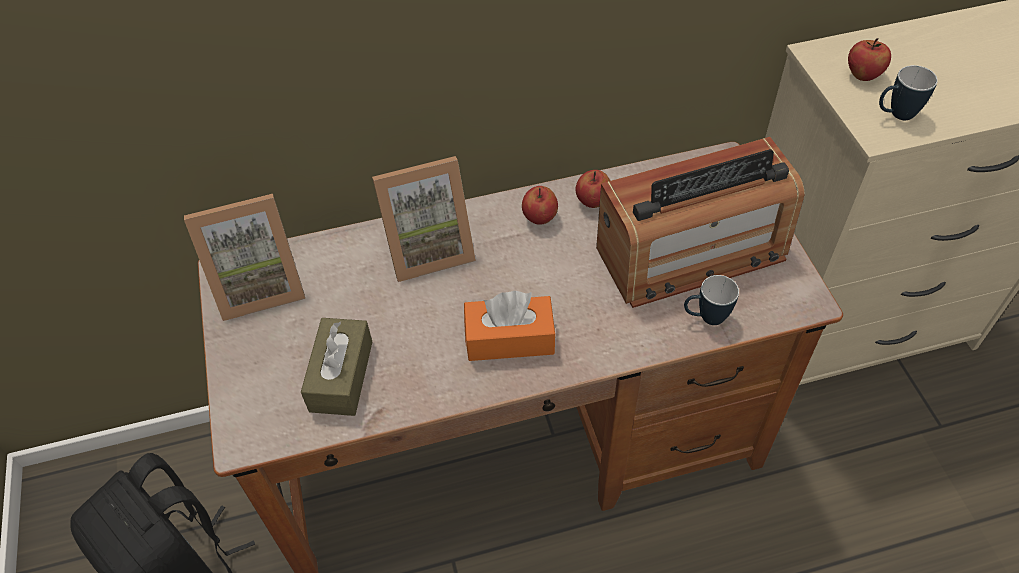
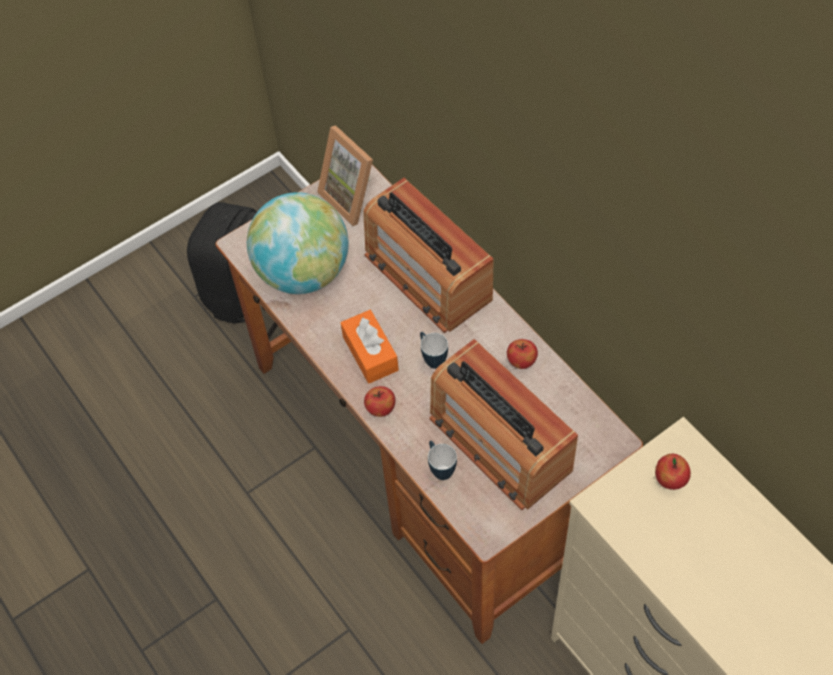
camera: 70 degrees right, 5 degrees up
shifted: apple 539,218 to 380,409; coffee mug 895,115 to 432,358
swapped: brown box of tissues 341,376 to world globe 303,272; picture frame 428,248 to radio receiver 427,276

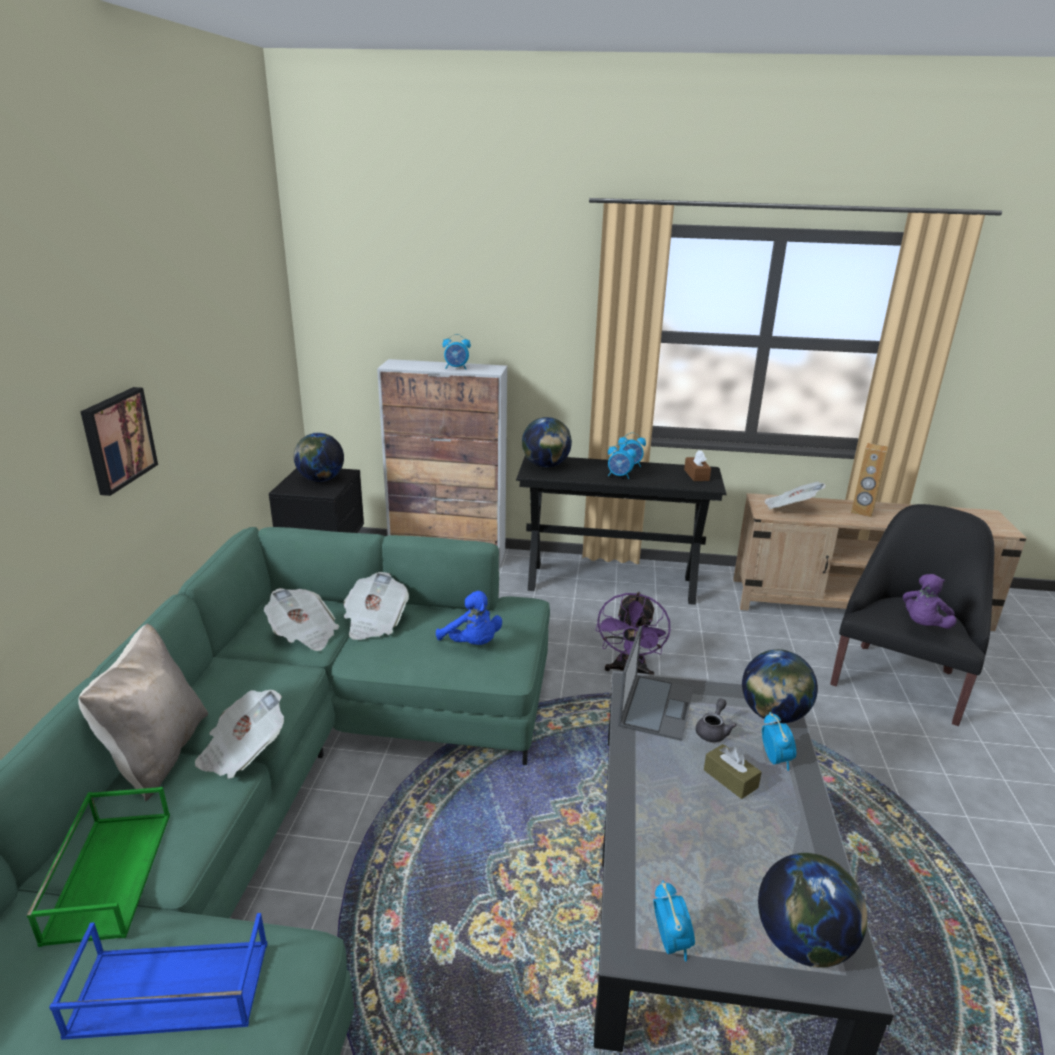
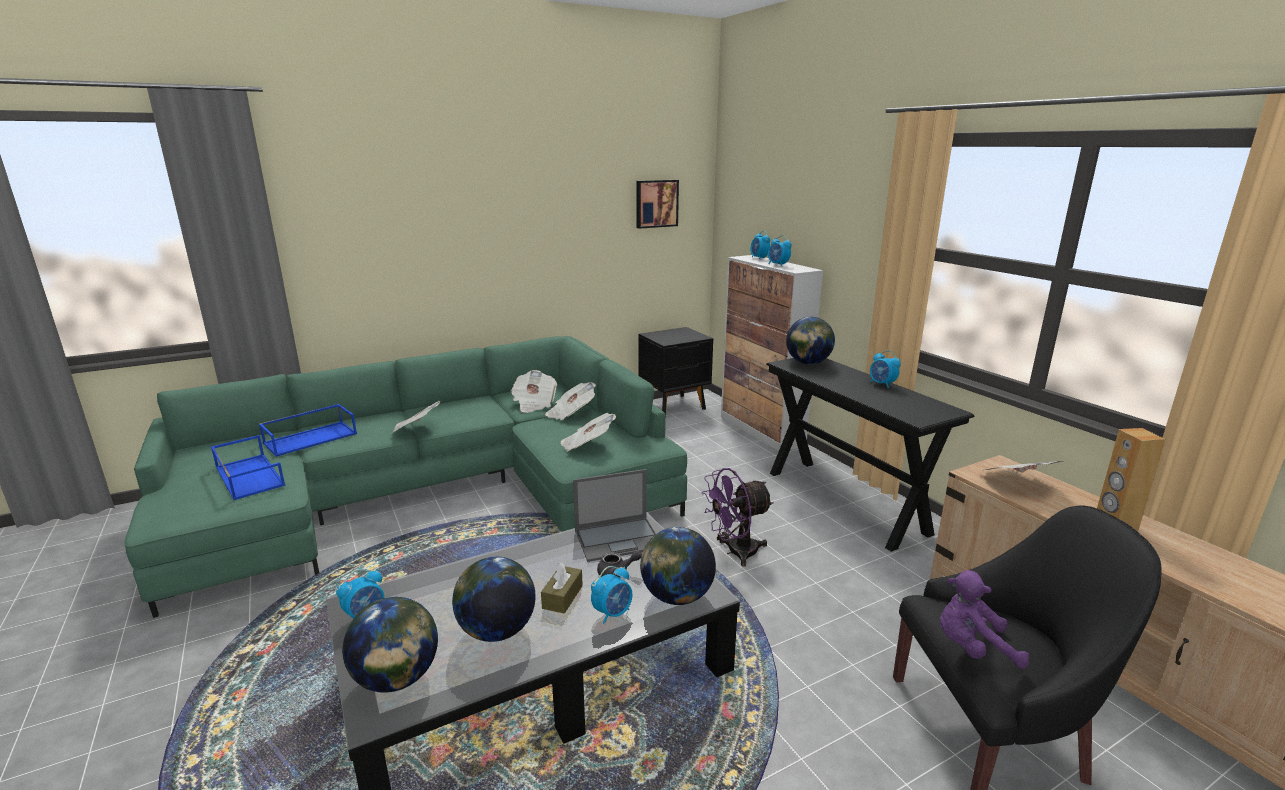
camera: 55 degrees right, 5 degrees down
gone: beige-coloured throw pillow 157,753; brown box of tissues 696,475
shifted: wall picture 117,439 to 656,203; world globe 321,480 to 497,631; alarm clock 619,476 to 759,258
swapped: bluish plush toy 472,644 to daily paper 587,445
repainted: greenish tray 108,873 to bluish tray 311,438

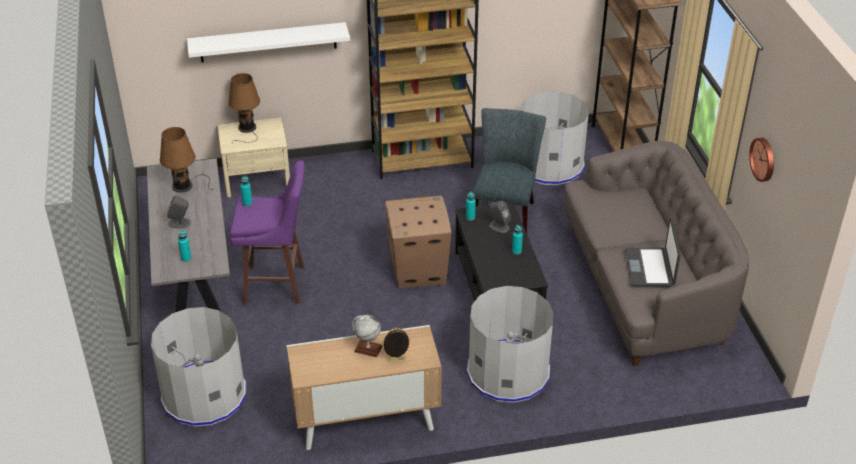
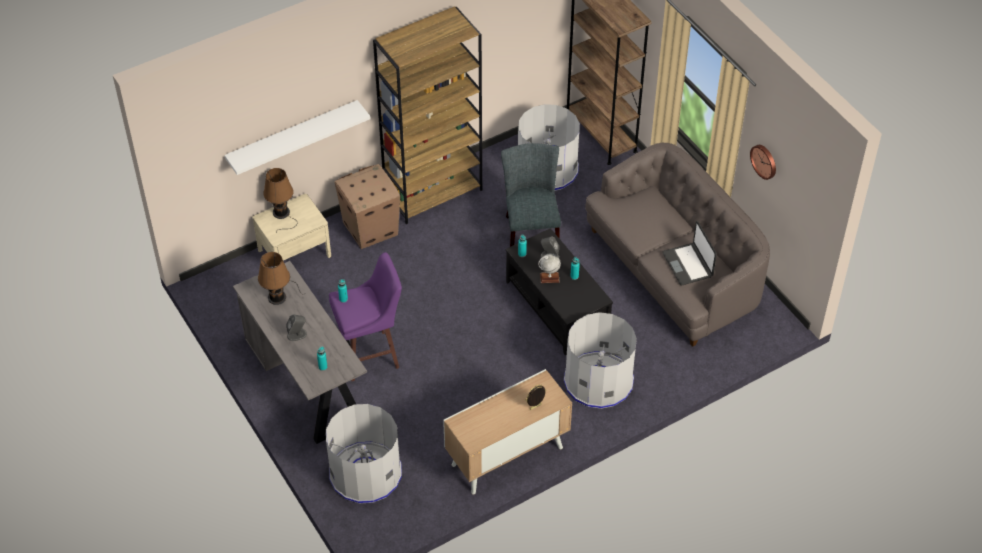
camera: 20 degrees left, 10 degrees up
shifted: world globe 368,349 to 549,278; packing box 417,270 to 369,229

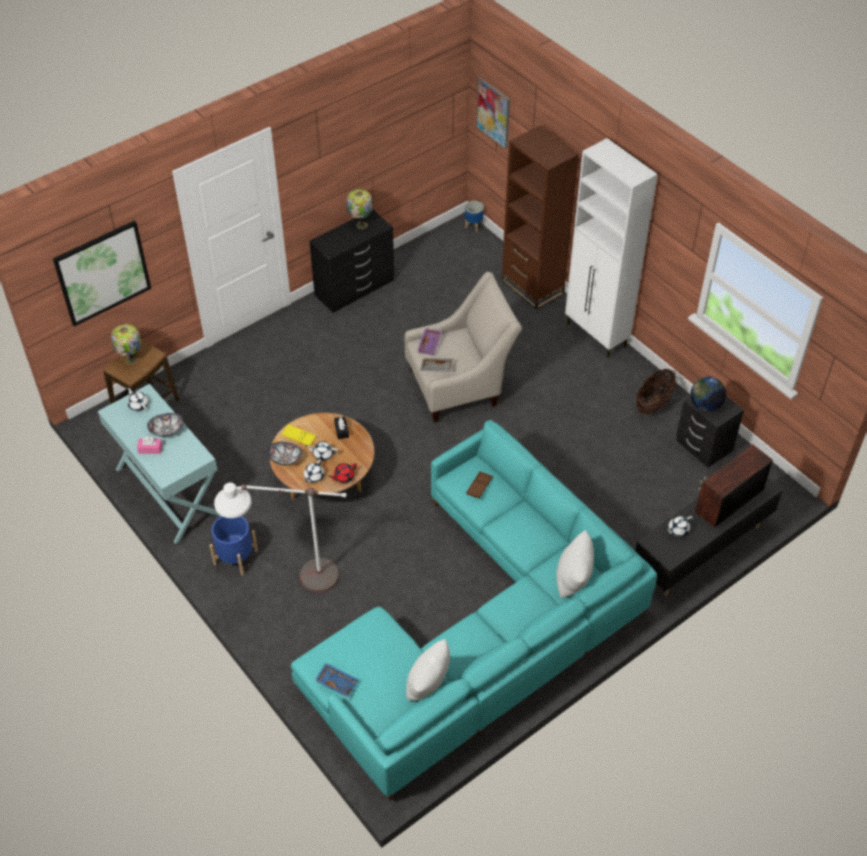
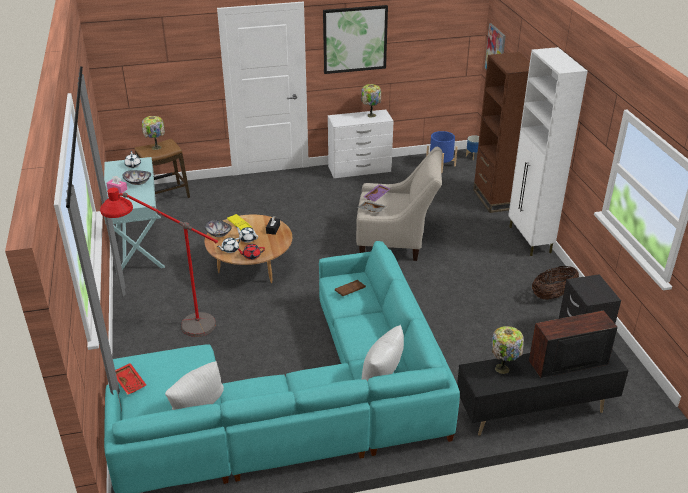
camera: 25 degrees right, 15 degrees down
gone: world globe 705,405
shifted: wall picture 102,273 to 355,39; bluish flower pot 236,557 to 440,165
swapped: white-coloured tea pot 677,530 to table lamp 503,368
repainted: white-coloured standing lamp 292,584 to red standing lamp 174,324; black-coloured dresser 355,288 to white-coloured dresser 360,169; bluish tray 337,682 to red tray 130,382

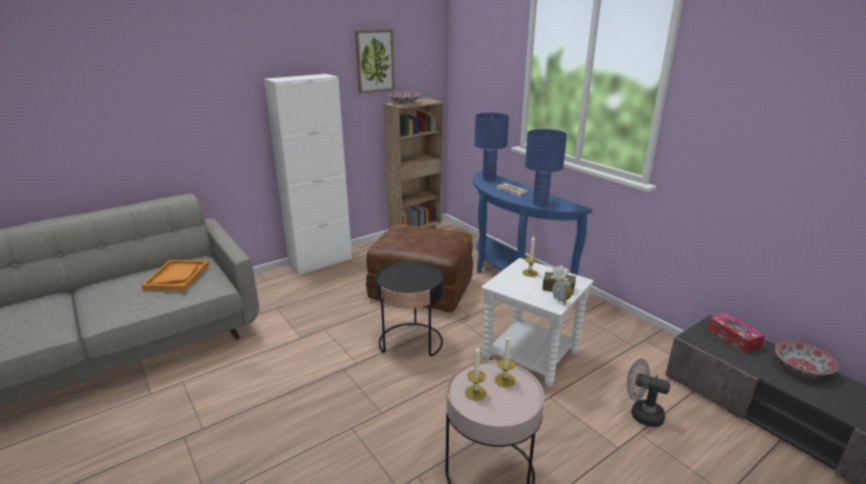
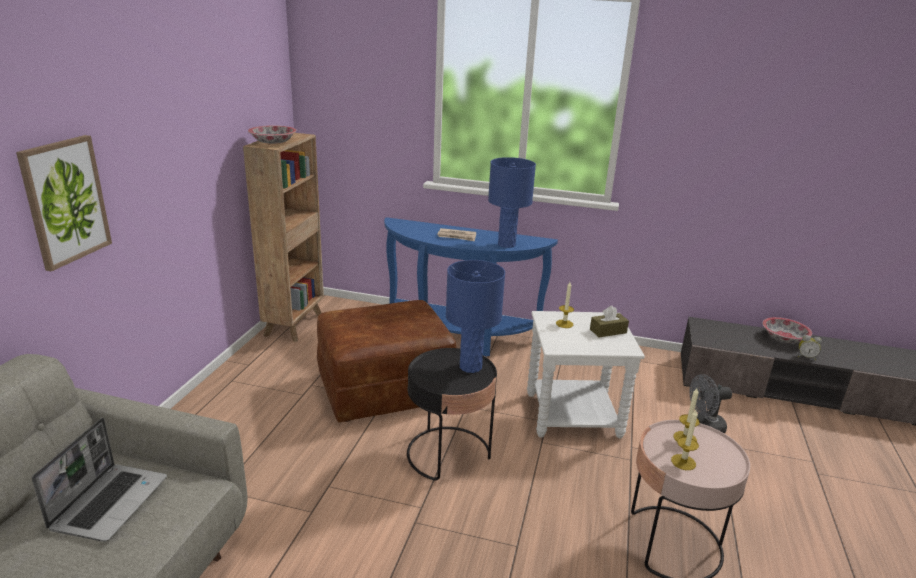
camera: 40 degrees left, 0 degrees up
gone: white-coloured cabinet 320,262; box of tissues 733,338
shifted: wall picture 374,61 to 65,201; bluish table lamp 489,178 to 470,366; alarm clock 561,301 to 806,357
swapped: orange-coloured tray 177,276 to laptop 110,502

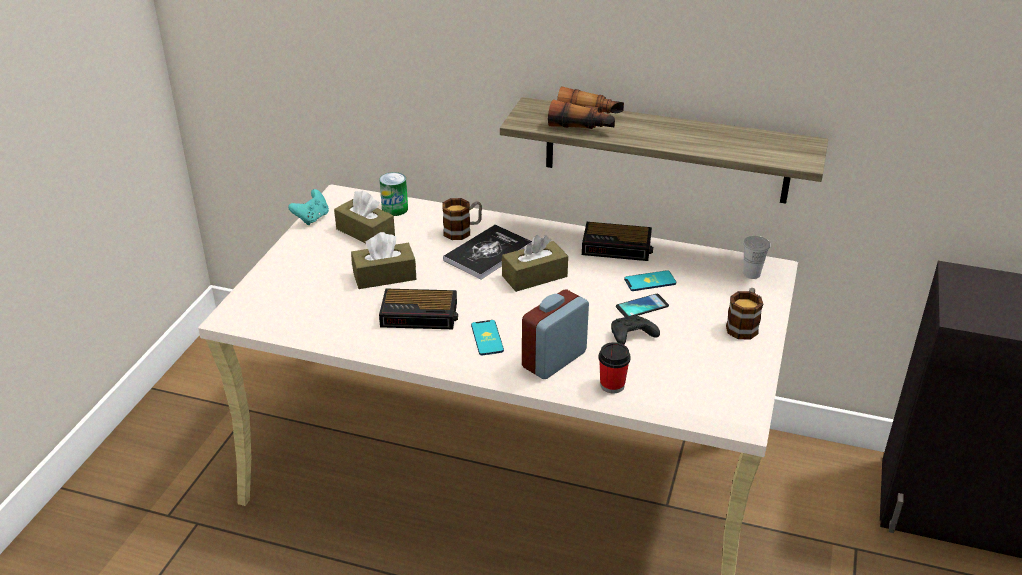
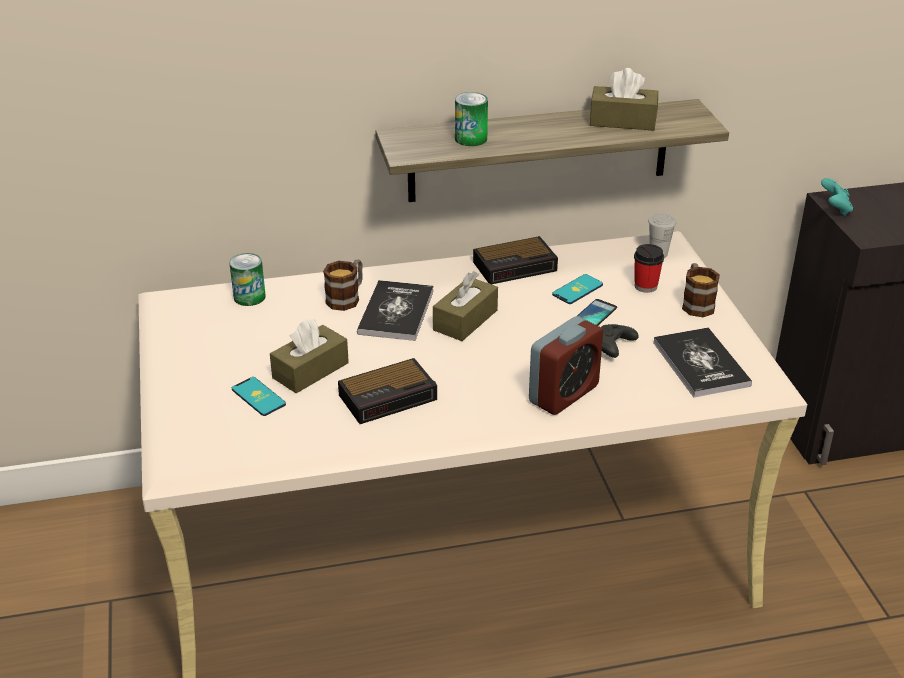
camera: 30 degrees left, 0 degrees up
new: bound book 701,364
shifted: turquoise-coloured game controller 312,218 to 835,209; brown box of tissues 365,232 to 622,121; telephone 487,338 to 258,397; drinking cup 612,385 to 645,286
swapped: pair of binoculars 586,122 to sealed can 471,139
rotated: alarm clock 554,360 = 563,394 150 degrees counterclockwise

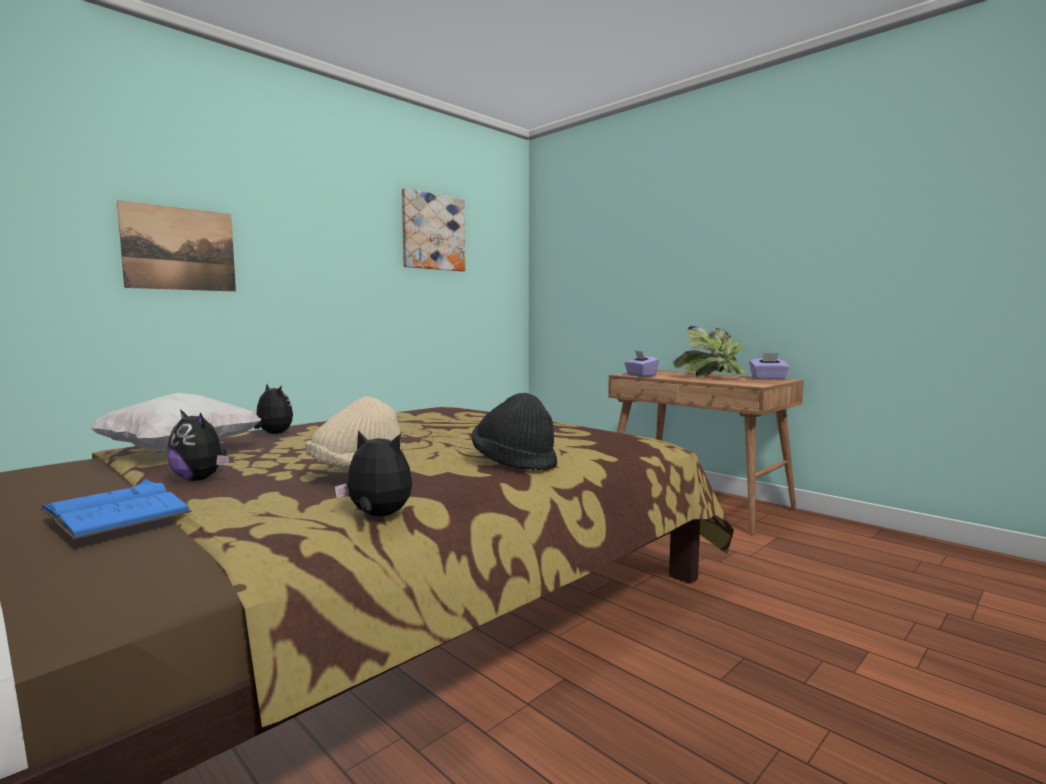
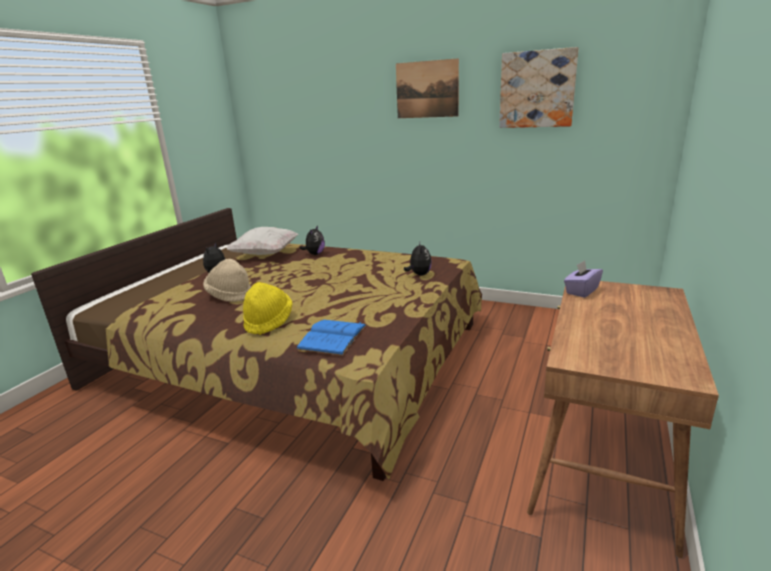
camera: 70 degrees right, 15 degrees up
gone: houseplant 709,377; purple box of tissues 768,378
shifted: bluish bound book 115,510 to 332,337; wall picture 180,249 to 427,89; plush toy 377,516 to 419,274
repainted: black-coloured wearable hat 514,462 to yellowish wearable hat 269,322

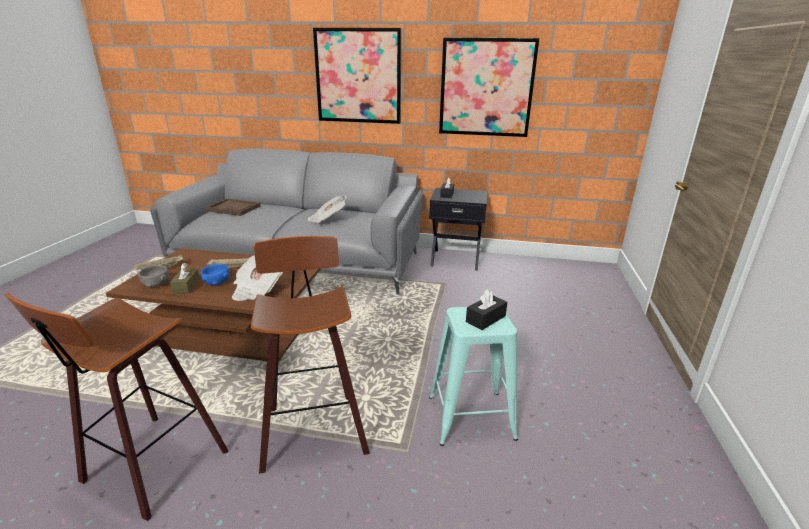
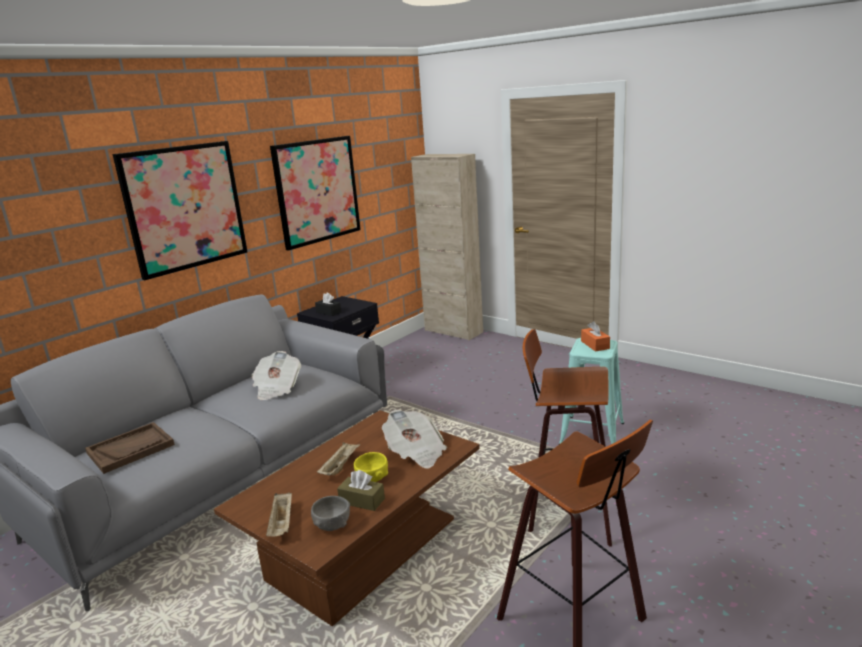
camera: 60 degrees left, 5 degrees down
new: beige-coloured cabinet 453,331
repainted: bluish bowl 217,283 to yellowish bowl 372,478; black-coloured box of tissues 485,319 to orange-coloured box of tissues 595,345

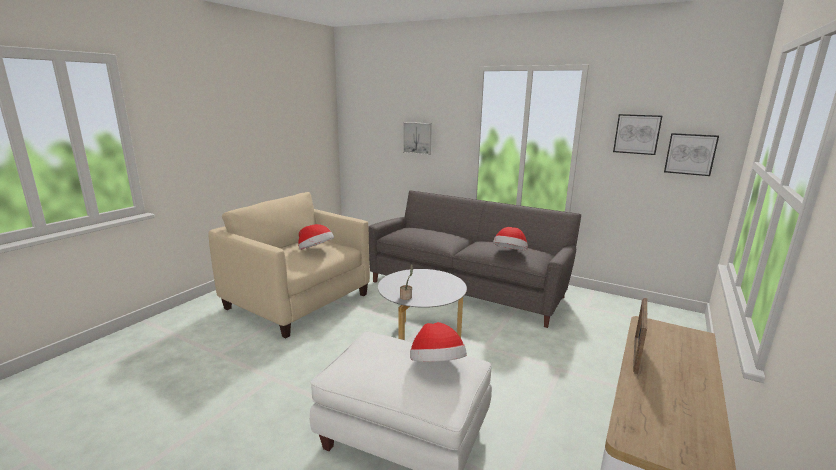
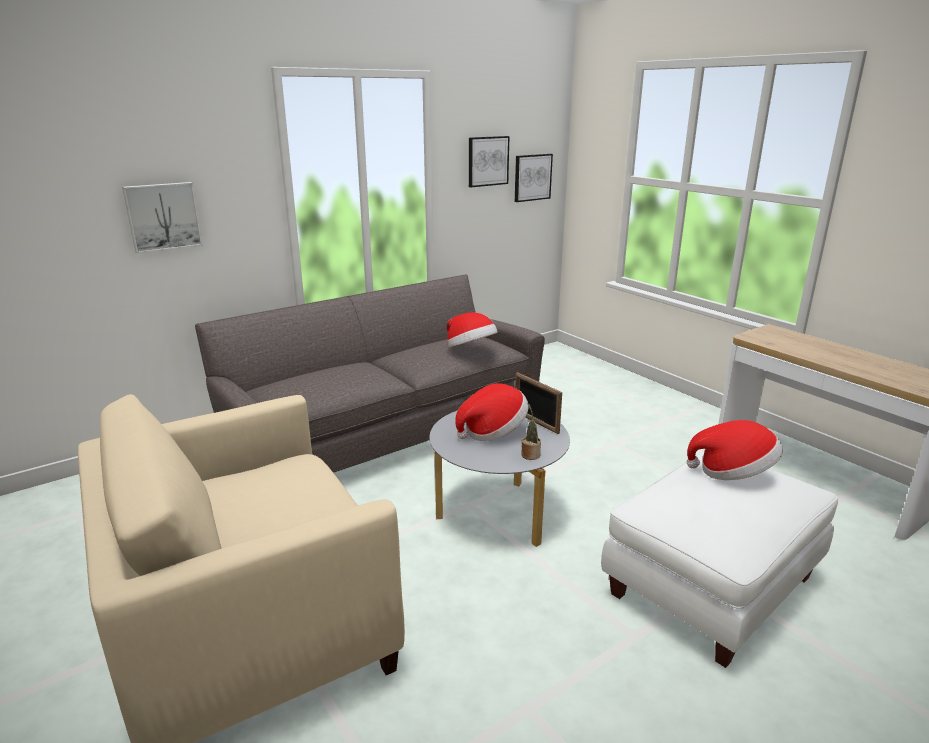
camera: 65 degrees left, 5 degrees up
shifted: wearable hat 316,251 to 493,431; picture frame 636,355 to 535,422

